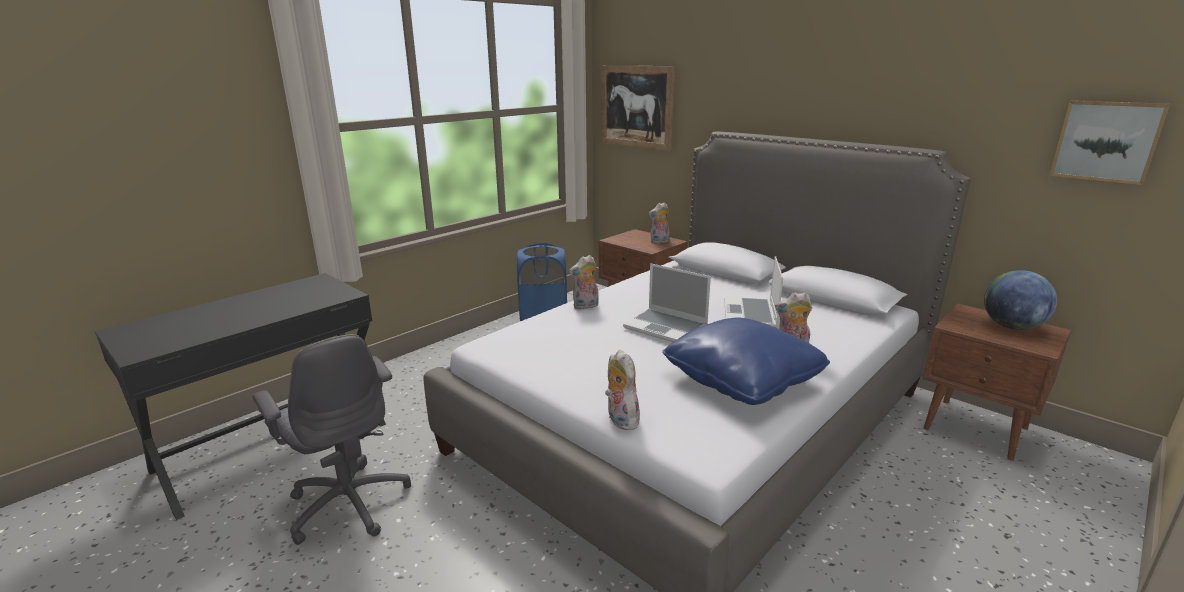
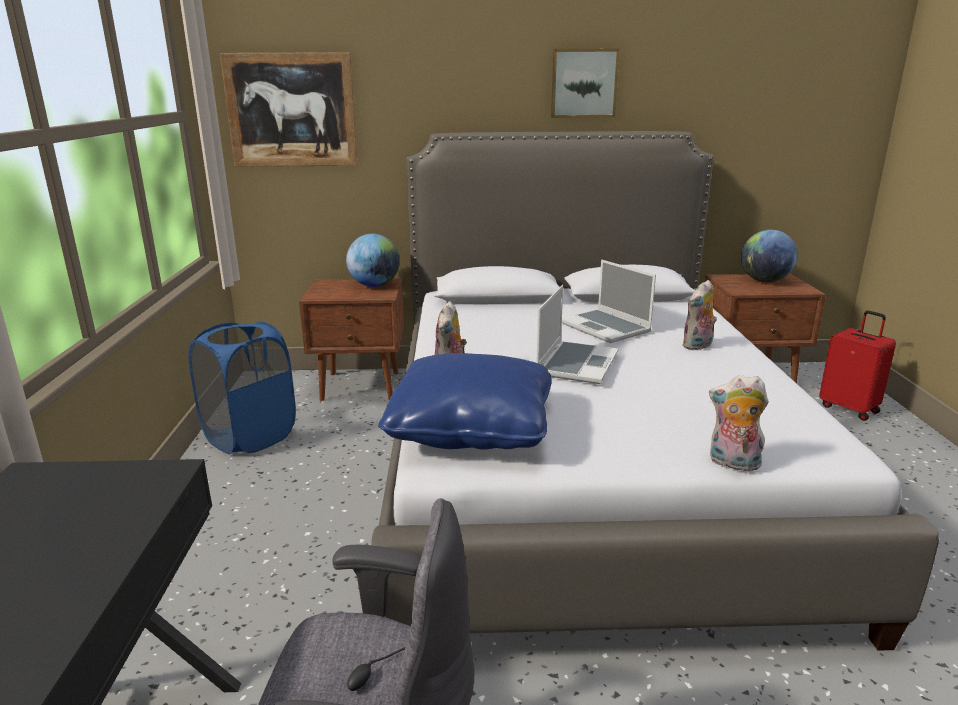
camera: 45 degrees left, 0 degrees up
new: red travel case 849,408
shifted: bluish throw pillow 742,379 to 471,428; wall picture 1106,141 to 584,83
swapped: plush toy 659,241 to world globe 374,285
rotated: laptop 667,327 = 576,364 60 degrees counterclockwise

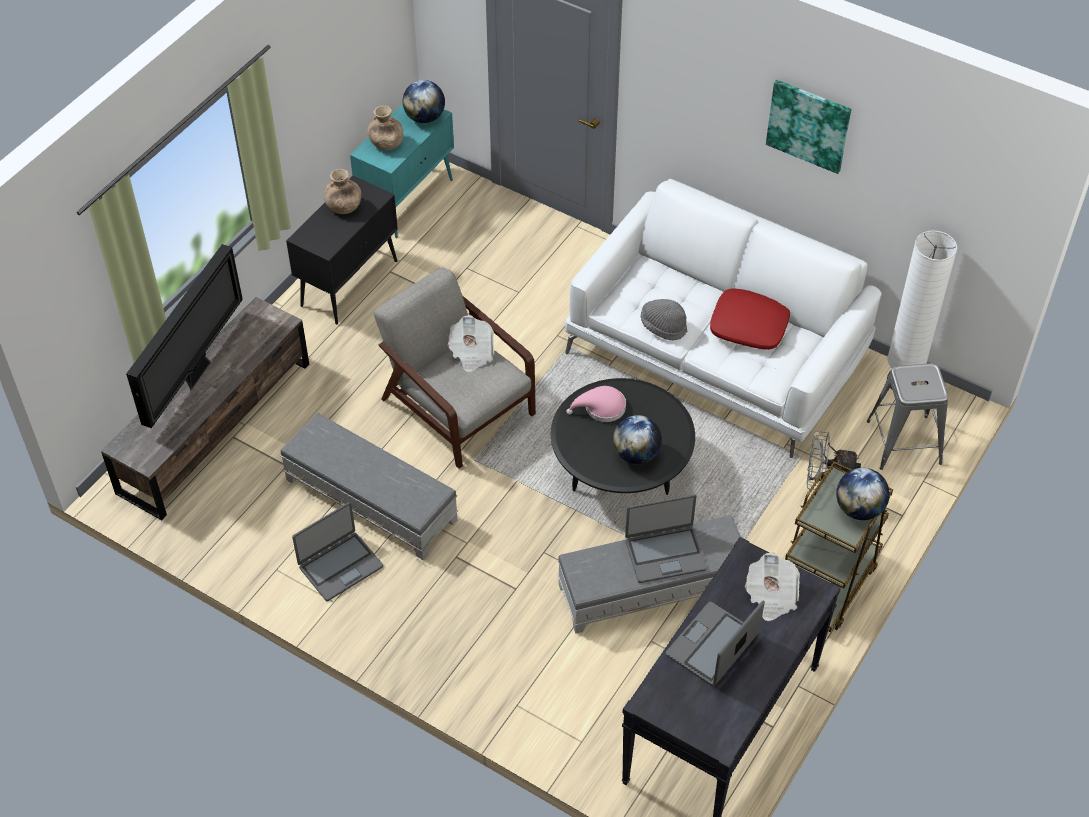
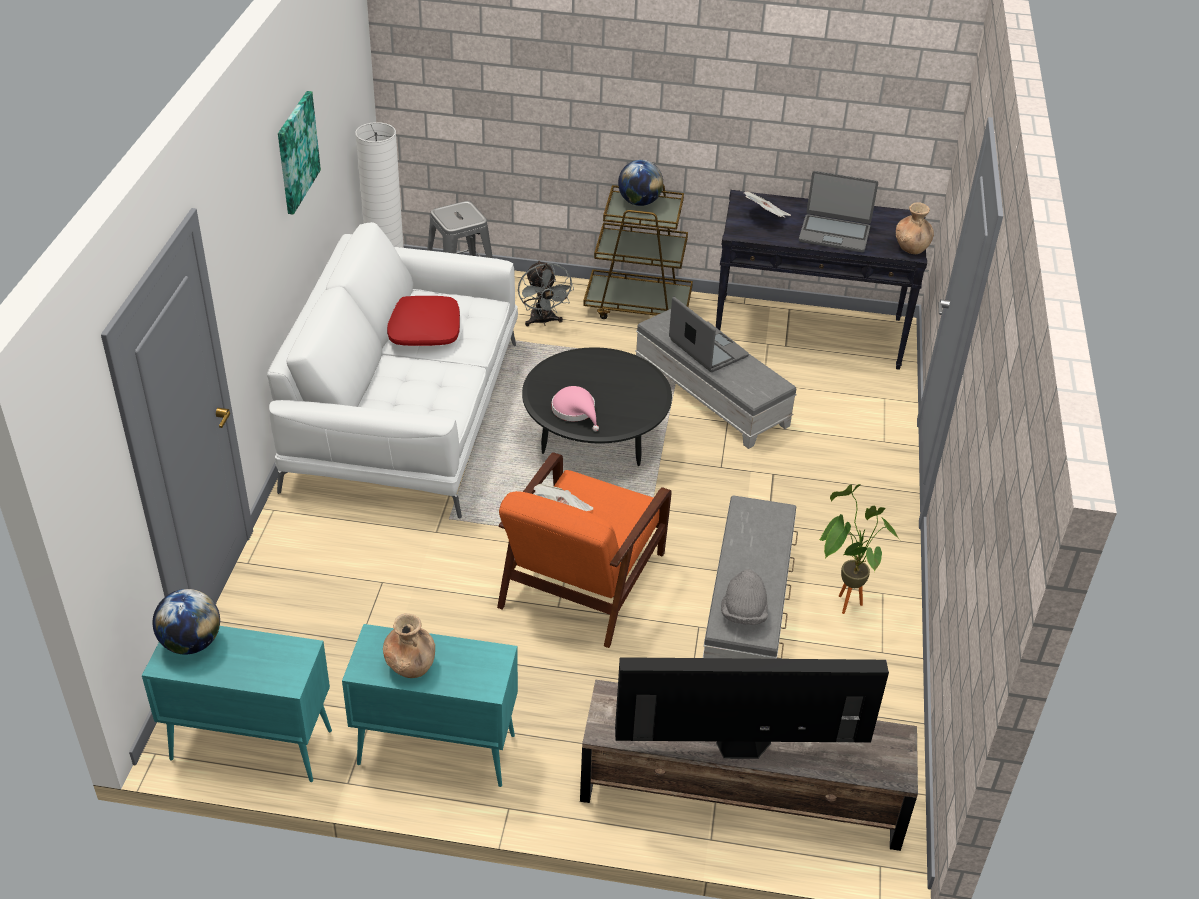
camera: 115 degrees left, 10 degrees down
gone: world globe 636,454
shifted: brown vase 386,143 to 911,248; grey wearable hat 663,326 to 743,613
swapped: laptop 340,566 to houseplant 841,603
repainted: black-coloured cabinet 350,283 to turquoise-coloured cabinet 435,750; grey easy chair 456,405 to orange-coloured easy chair 581,582

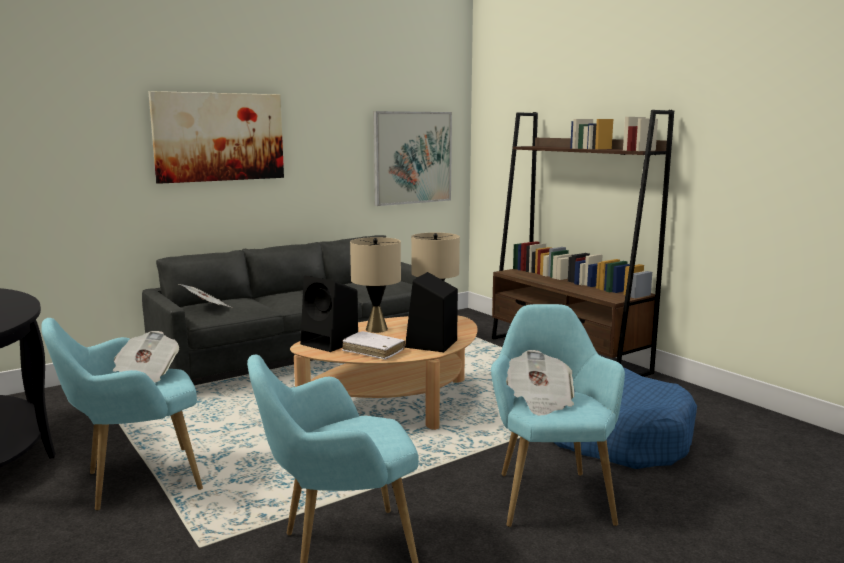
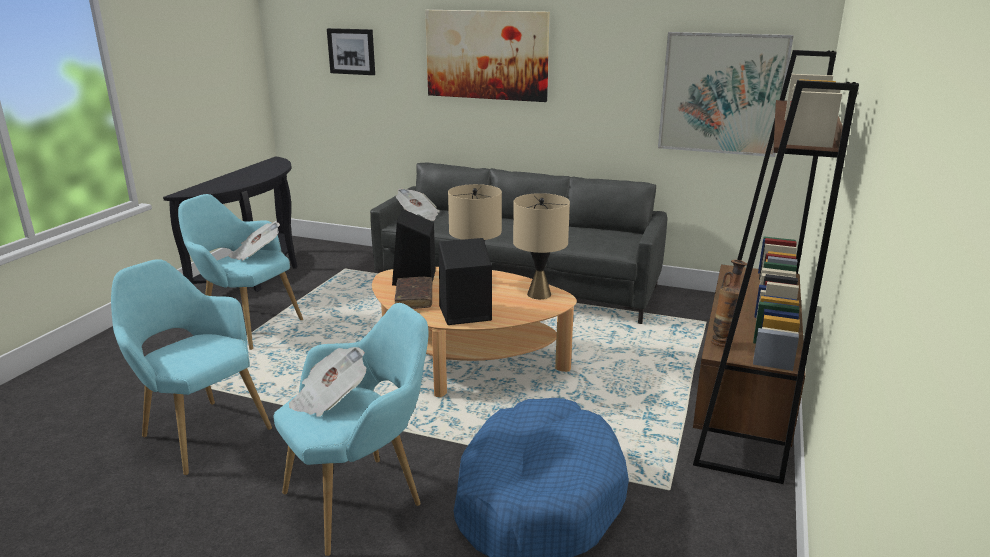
camera: 55 degrees right, 10 degrees up
new: wall picture 352,51; vase 723,343
repainted: white-coloured bound book 373,351 to brown bound book 414,298

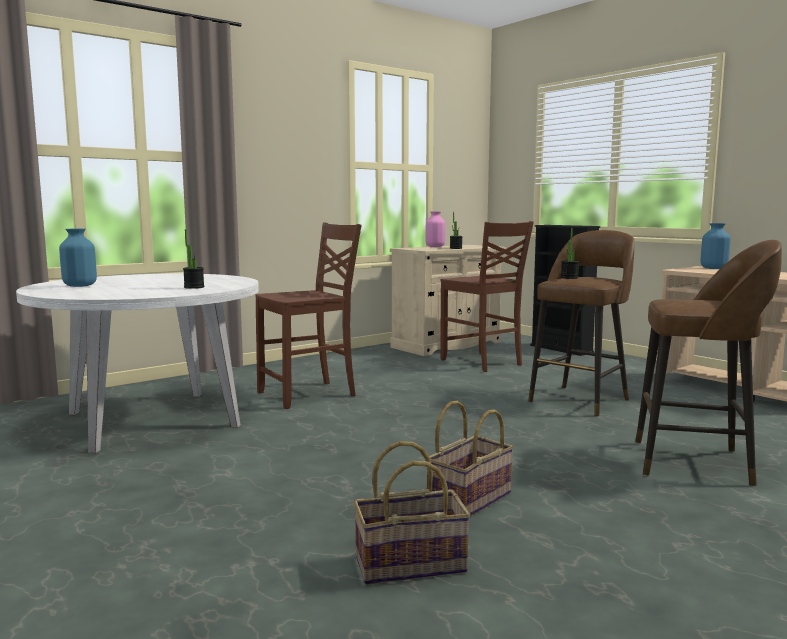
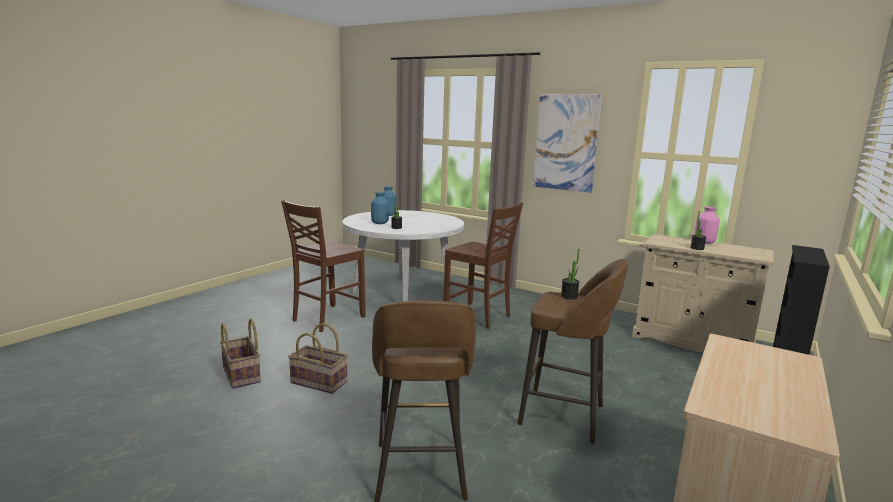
camera: 70 degrees right, 5 degrees up
new: wall picture 566,142
shifted: brown chair 482,362 to 326,319; bluish vase 713,268 to 379,223

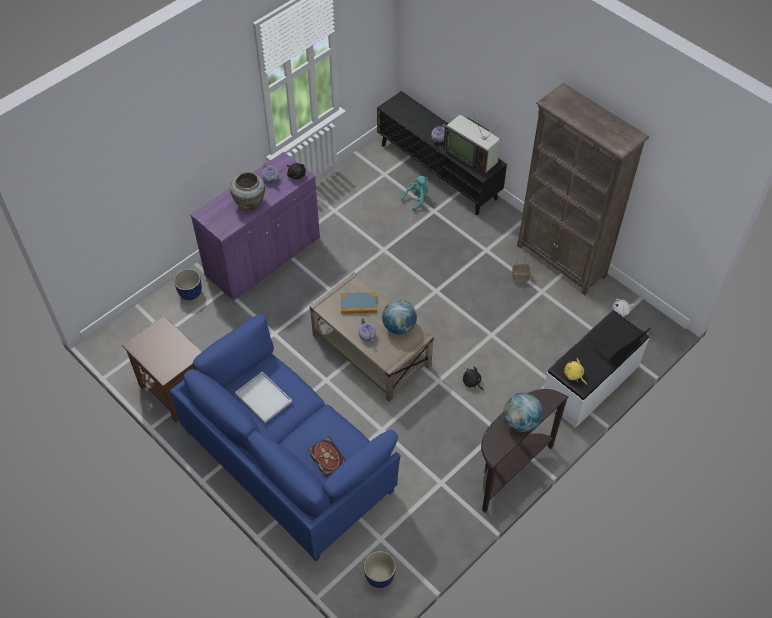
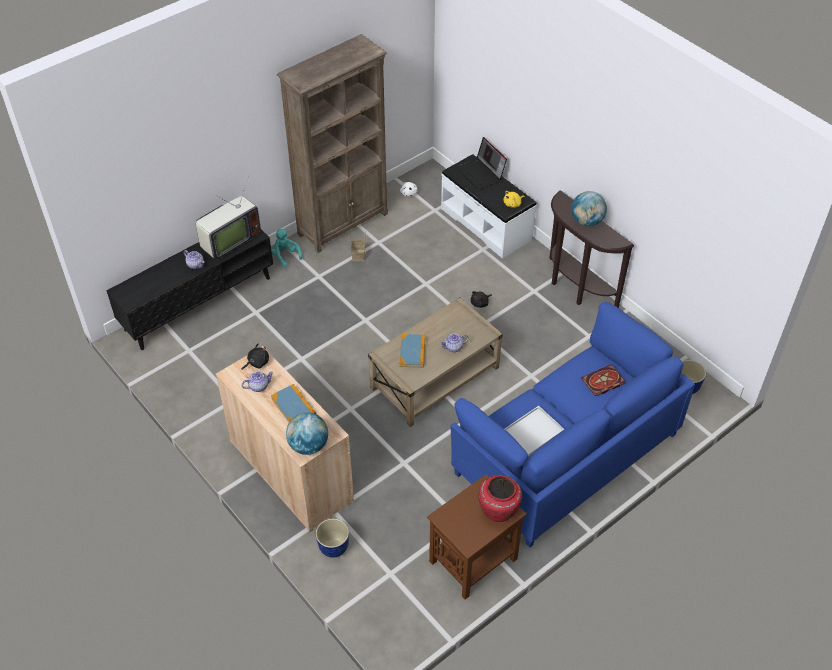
camera: 85 degrees left, 5 degrees down
new: red vase 499,510
shifted: world globe 399,326 to 308,445; turquoise-coloured plush toy 416,199 to 285,256
swapped: beige-coloured vase 250,203 to bound book 293,407
repainted: purple cabinet 263,257 to beige-coloured cabinet 291,471

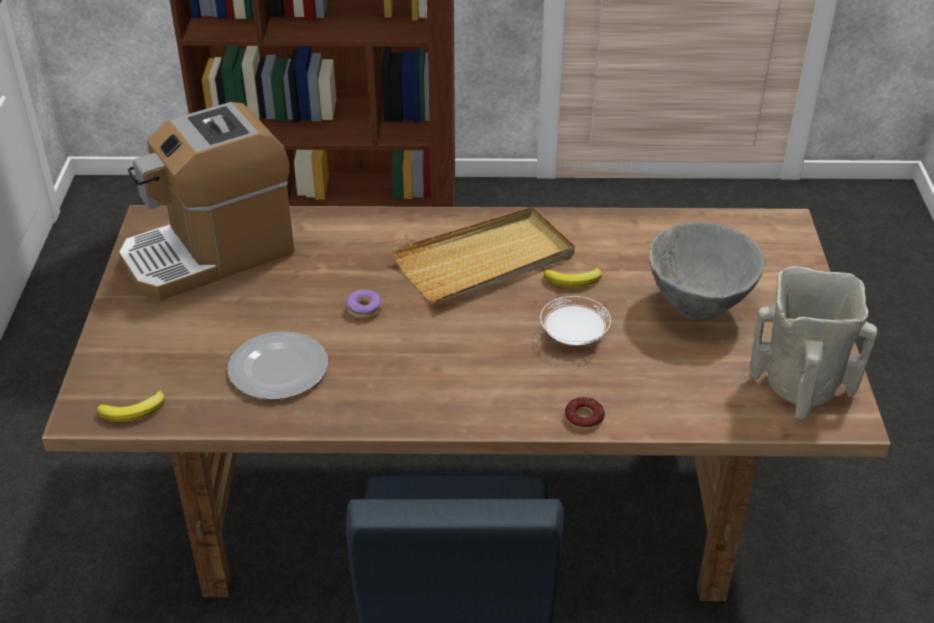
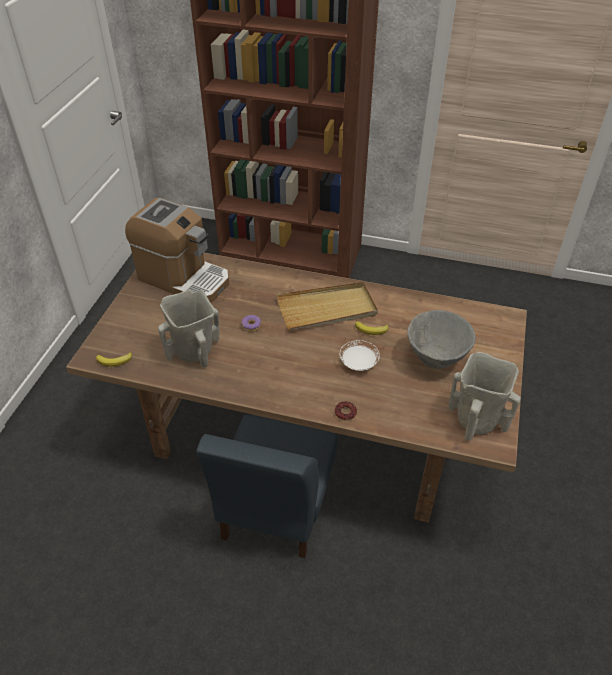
camera: 15 degrees right, 5 degrees up
swapped: plate 278,370 to beige-coloured vase 194,352
rotated: coffee machine 210,253 = 184,278 135 degrees counterclockwise

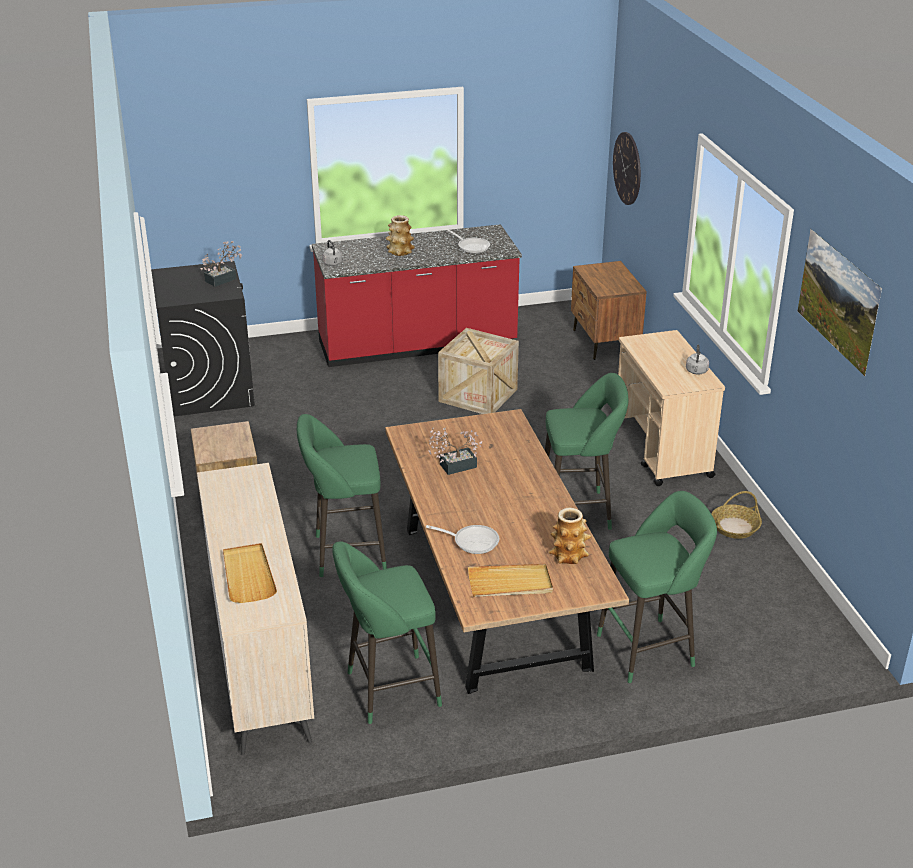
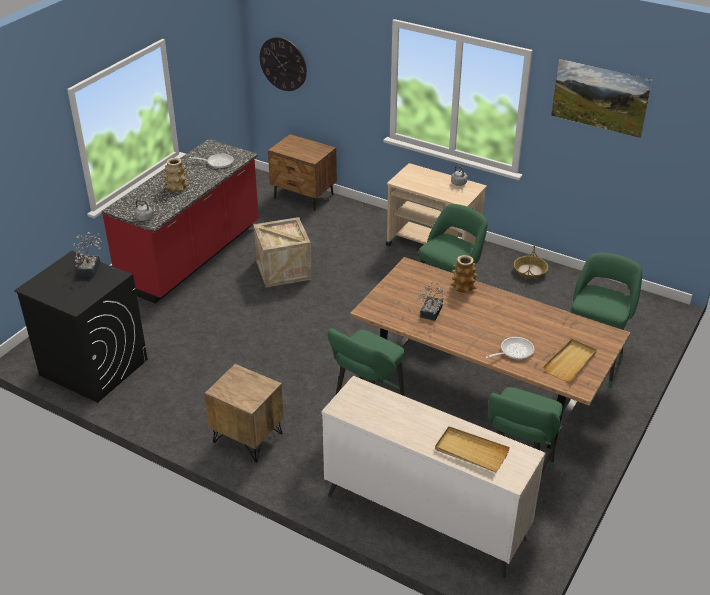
camera: 45 degrees left, 5 degrees up
shifted: vase 569,555 to 463,287

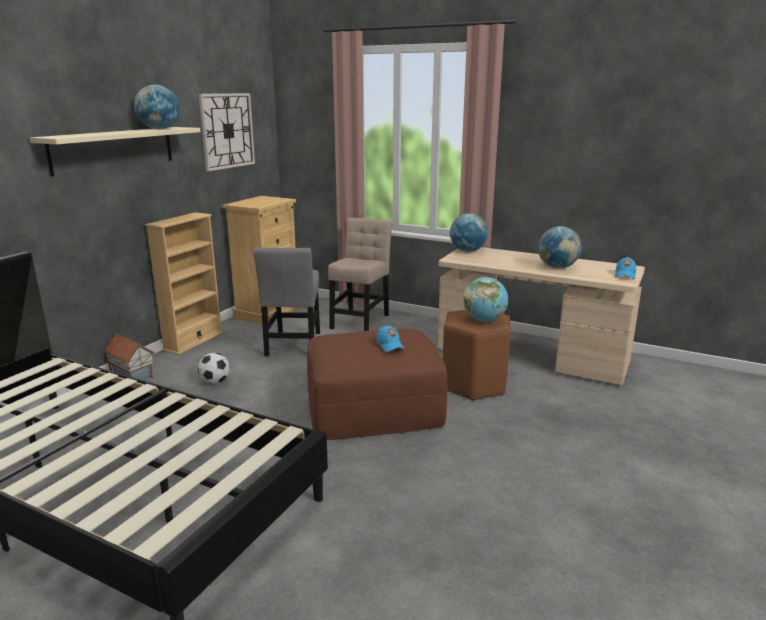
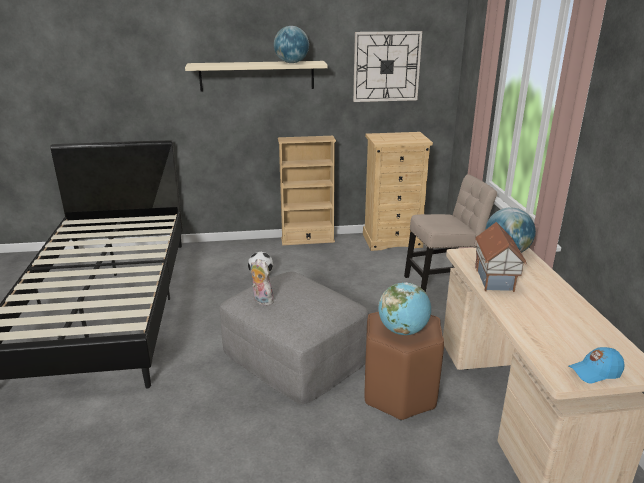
camera: 55 degrees right, 5 degrees up
gone: grey chair 293,346; bluish peaked cap 390,346; world globe 557,267
new: plush toy 261,300
shifted: miniature house 133,375 to 496,278
repainted: brown ottoman 374,407 to grey ottoman 295,355

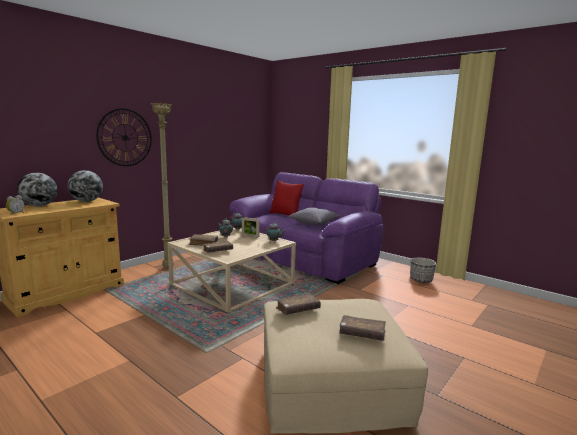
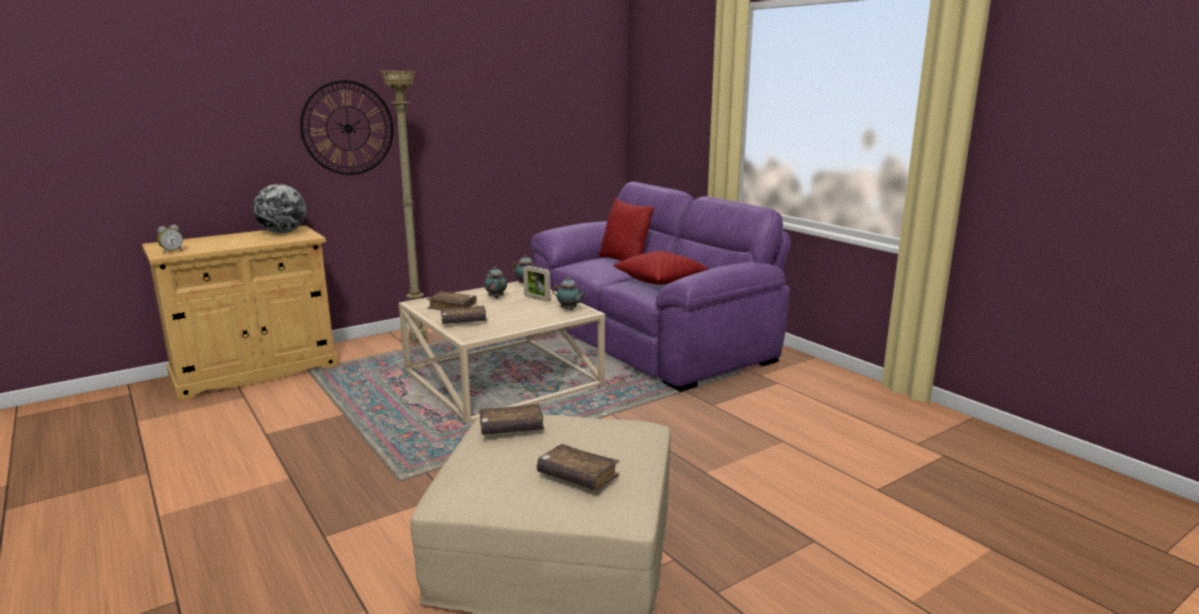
camera: 15 degrees right, 5 degrees up
gone: world globe 39,206; flower pot 421,280
repainted: grey throw pillow 314,223 to red throw pillow 660,279

